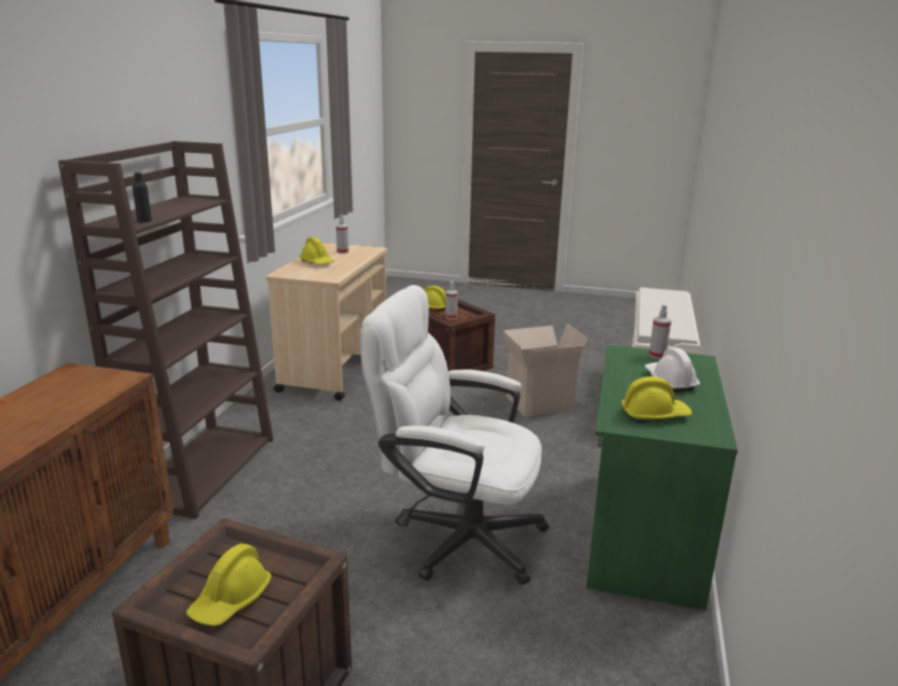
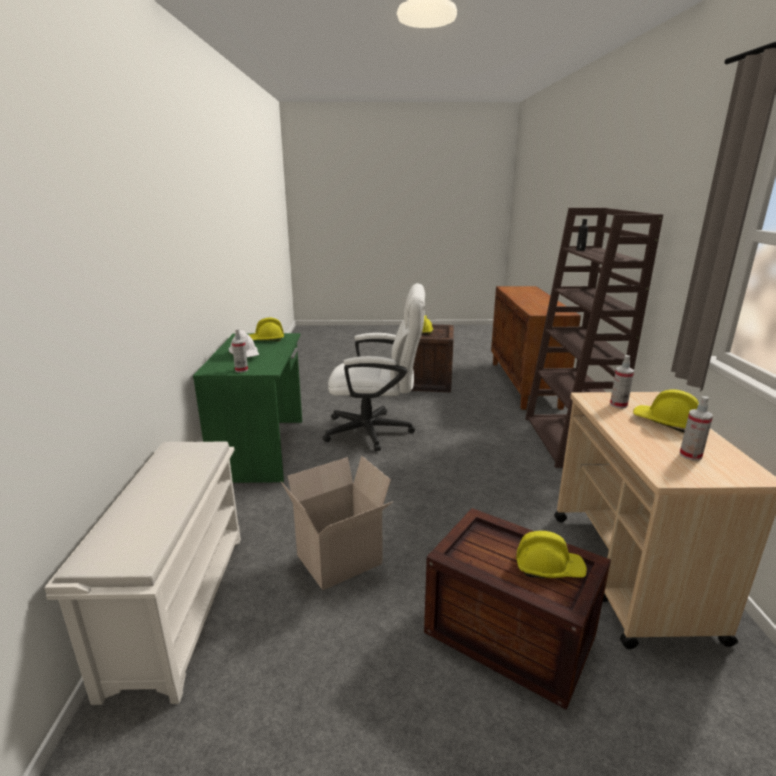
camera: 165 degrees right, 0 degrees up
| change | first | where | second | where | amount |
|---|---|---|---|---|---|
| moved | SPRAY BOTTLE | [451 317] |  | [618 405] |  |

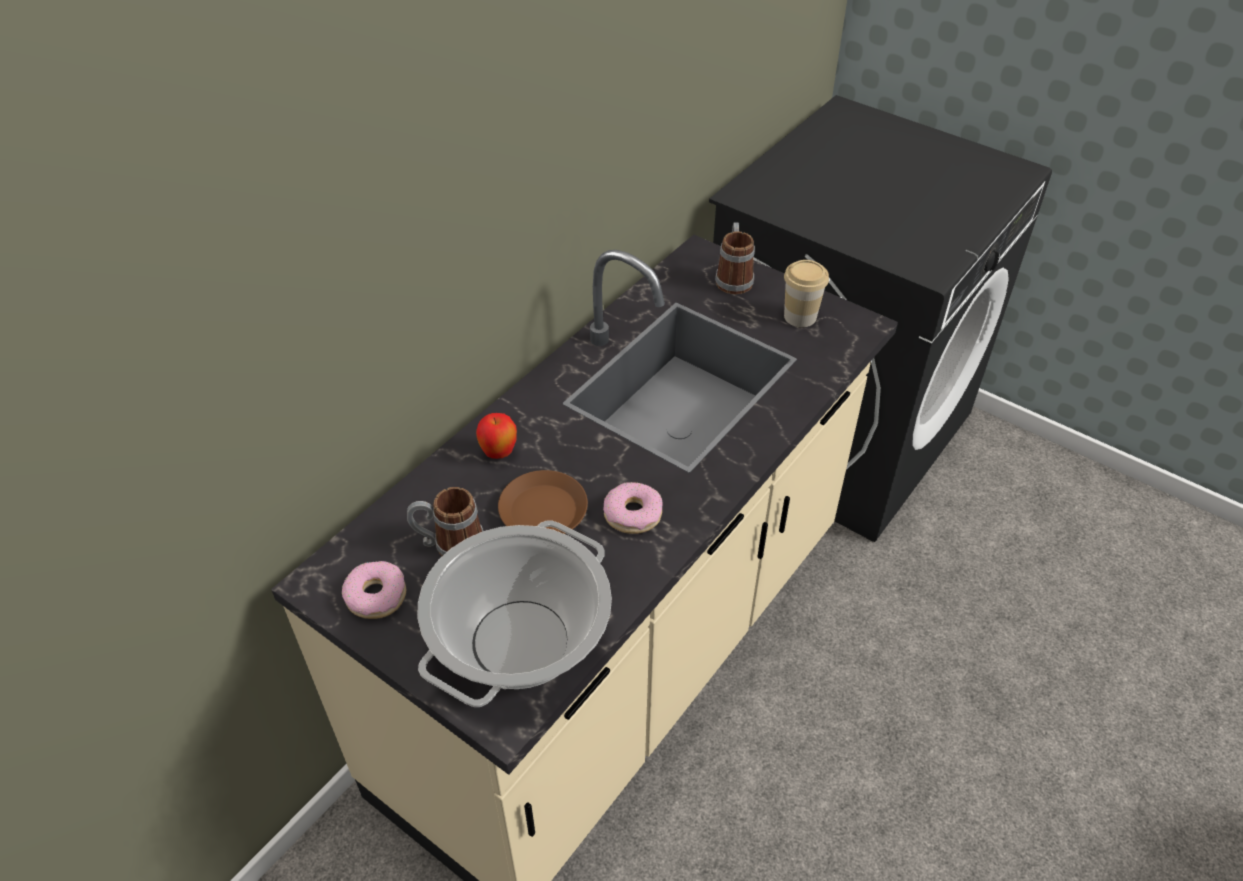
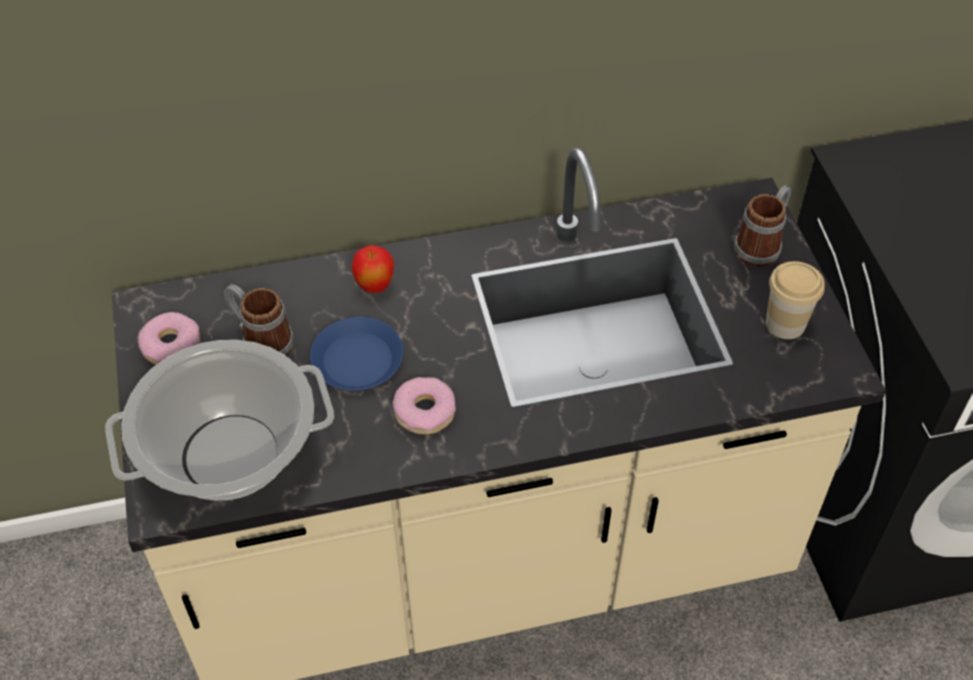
camera: 40 degrees right, 5 degrees up
| change | first | where | second | where | amount |
|---|---|---|---|---|---|
| recoloured | BROWN PLATE | [543 510] | BLUE PLATE | [358 360] |  |

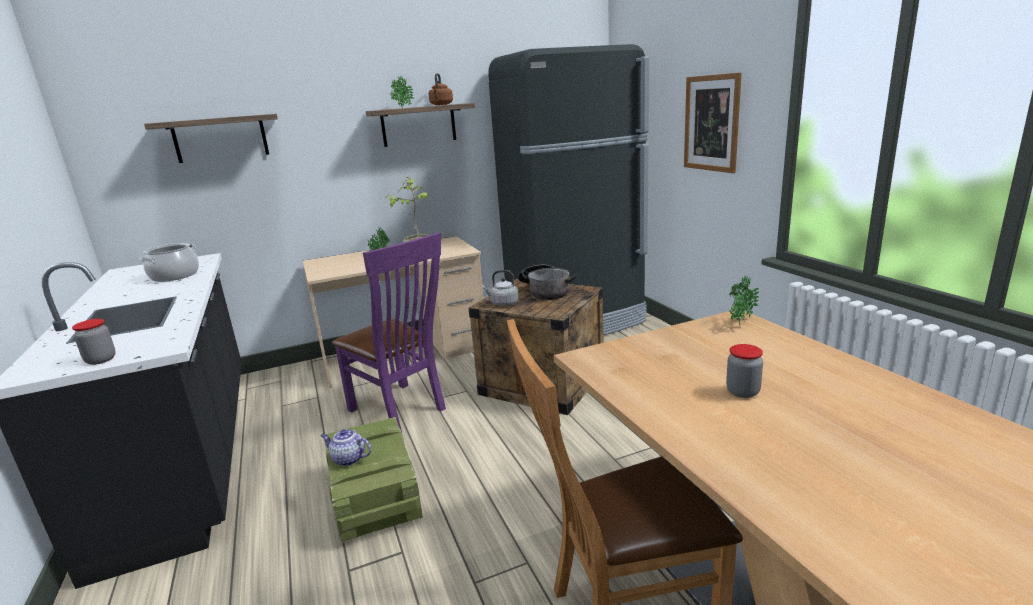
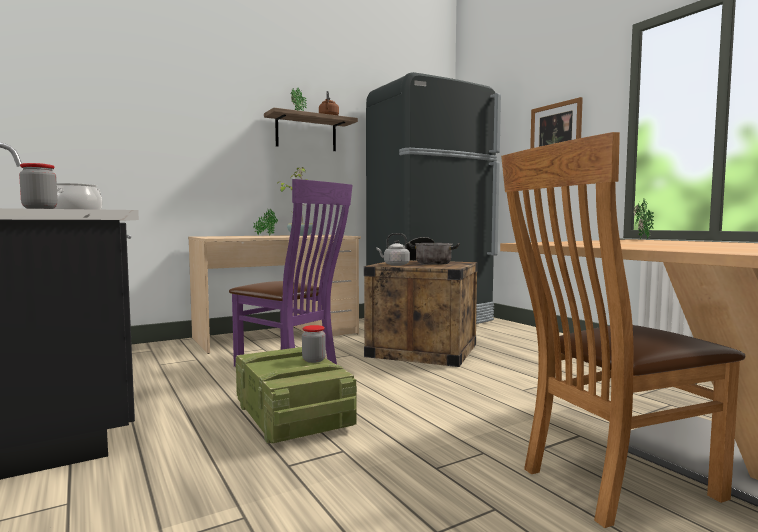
camera: 10 degrees left, 15 degrees down
| change | first | where | second | where | amount |
|---|---|---|---|---|---|
| moved | JAR | [742 392] |  | [314 360] |  |
| removed | SHELF | [220 138] |  |  |  |
| removed | TEAPOT | [348 459] |  |  |  |

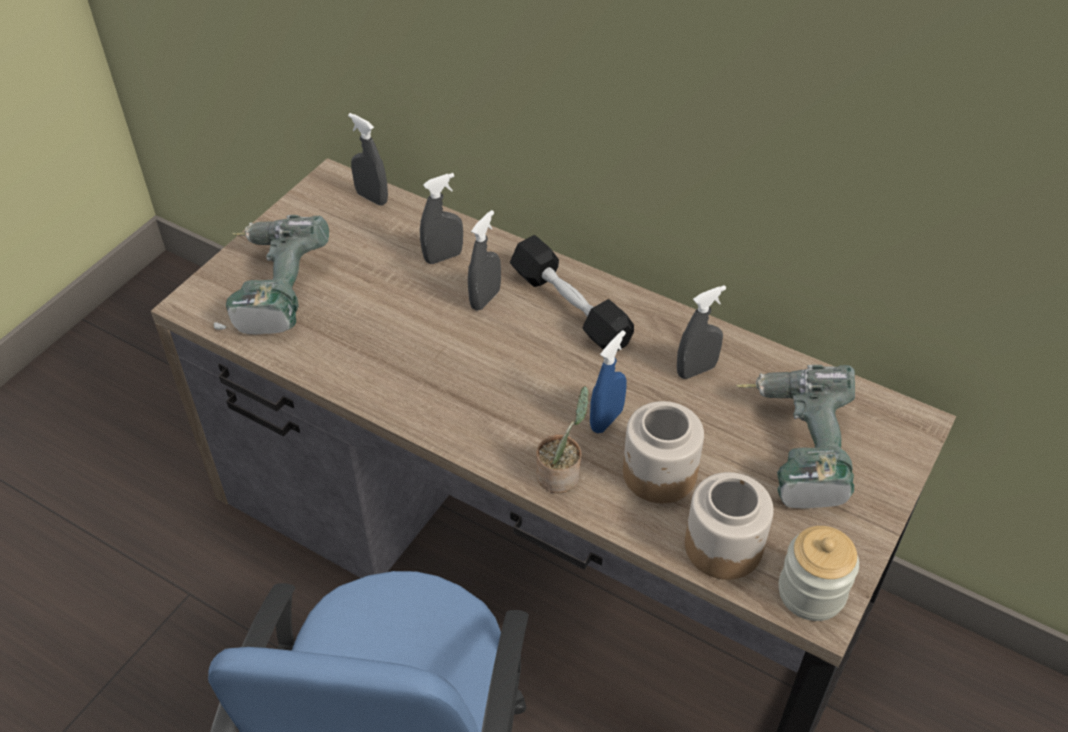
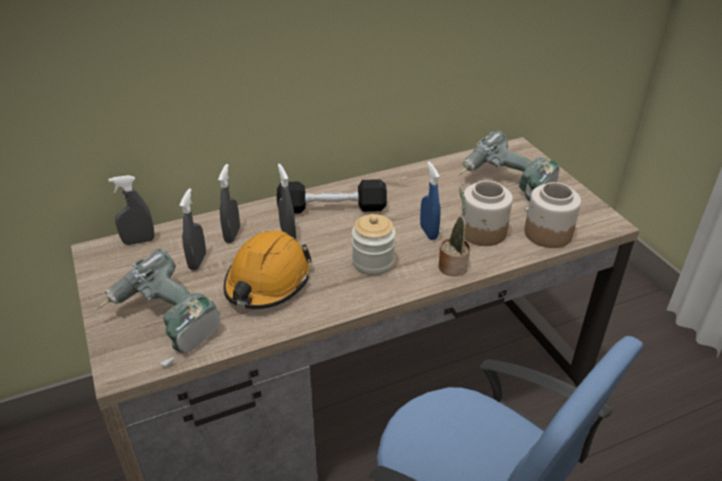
camera: 55 degrees left, 10 degrees down
| change | first | where | second | where | amount |
|---|---|---|---|---|---|
| moved | GREY SPRAY BOTTLE | [696 370] |  | [197 262] |  |
| added |  |  | ORANGE HARD HAT | [267 282] |  |
| moved | JAR | [811 592] |  | [373 262] |  |

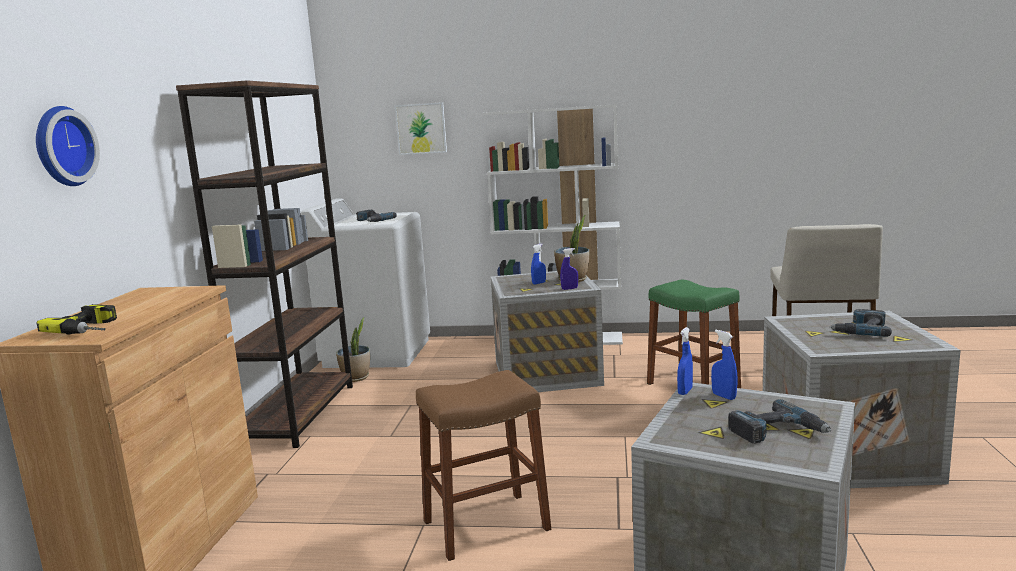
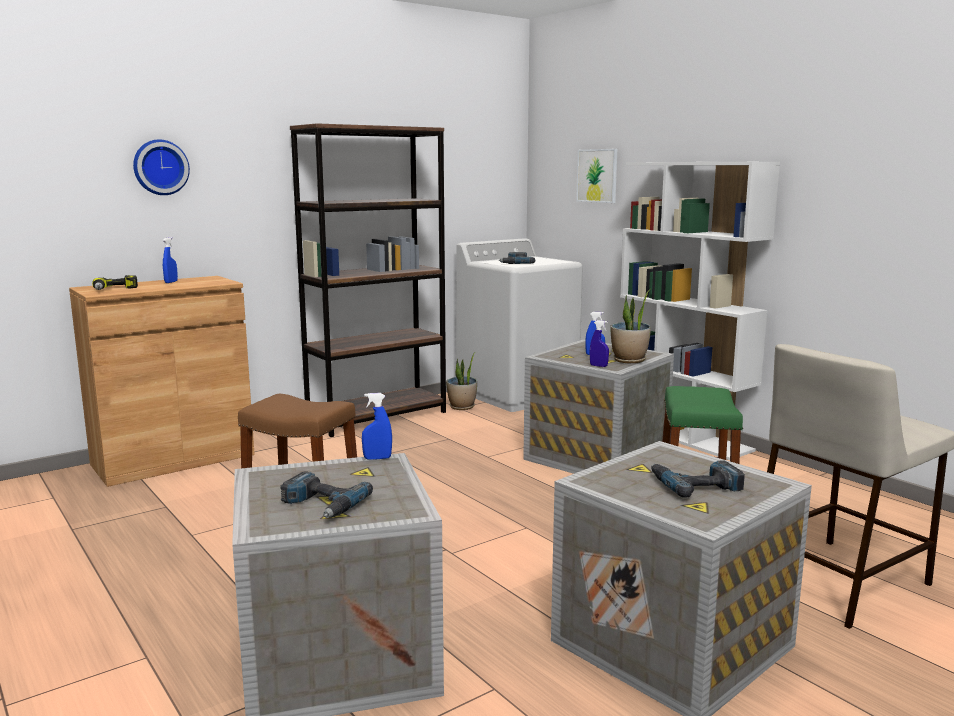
camera: 45 degrees right, 0 degrees up
| change | first | where | second | where | amount |
|---|---|---|---|---|---|
| moved | BLUE SPRAY BOTTLE | [723 396] |  | [171 282] |  |

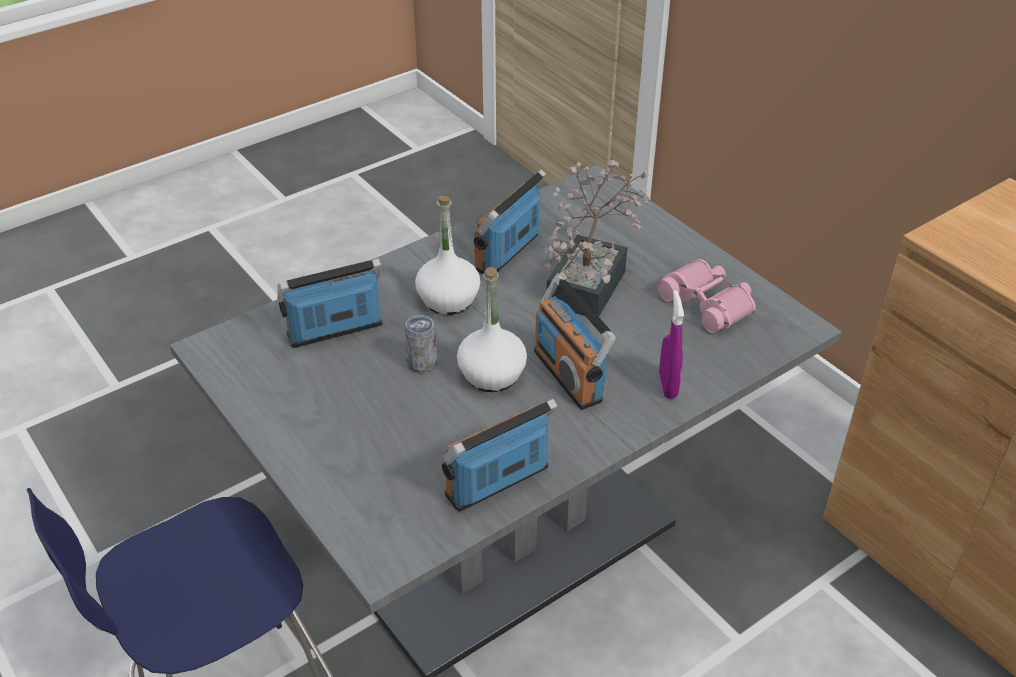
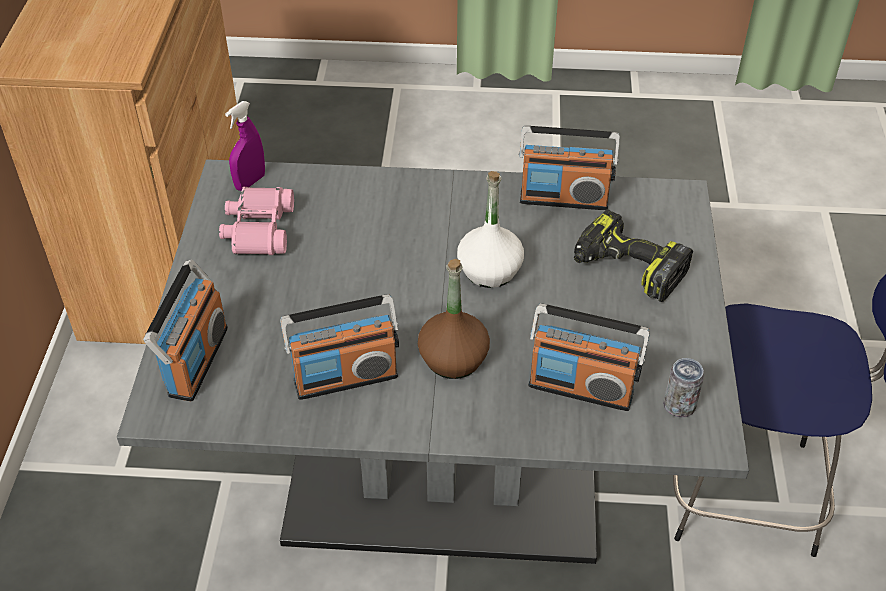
camera: 140 degrees left, 5 degrees up
| change | first | where | second | where | amount |
|---|---|---|---|---|---|
| moved | RADIO | [569 375] |  | [197 361] |  |
| moved | PURPLE SPRAY BOTTLE | [668 385] |  | [250 182] |  |
| recoloured | WHITE BOTTLE | [448 300] | BROWN BOTTLE | [453 359] |  |
| added |  |  | POWER DRILL | [626 268] |  |
| moved | CAN | [422 363] |  | [679 405] |  |
| removed | POTTED PLANT | [591 281] |  |  |  |

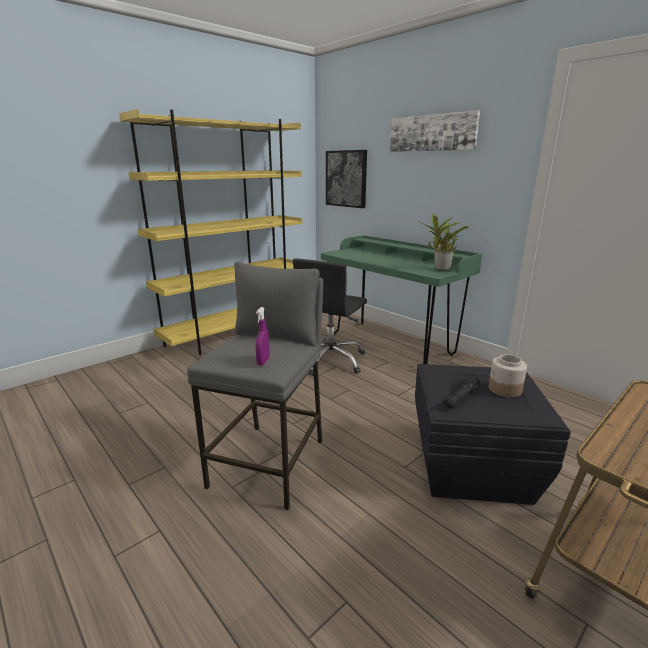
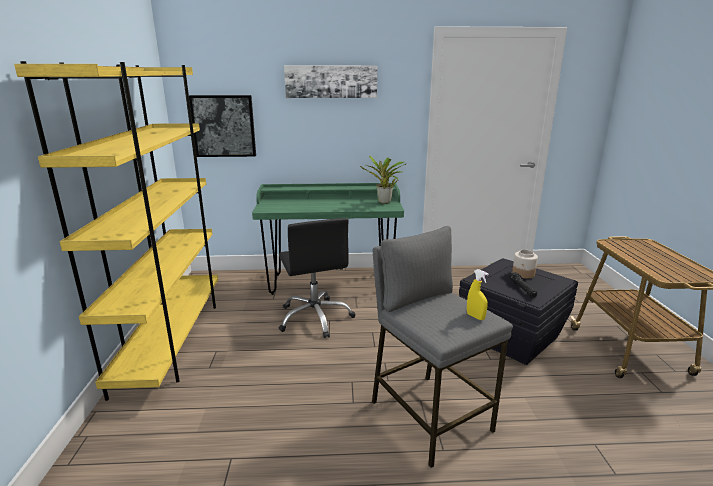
camera: 50 degrees left, 0 degrees up
| change | first | where | second | where | amount |
|---|---|---|---|---|---|
| recoloured | PURPLE SPRAY BOTTLE | [263 362] | YELLOW SPRAY BOTTLE | [475 317] |  |

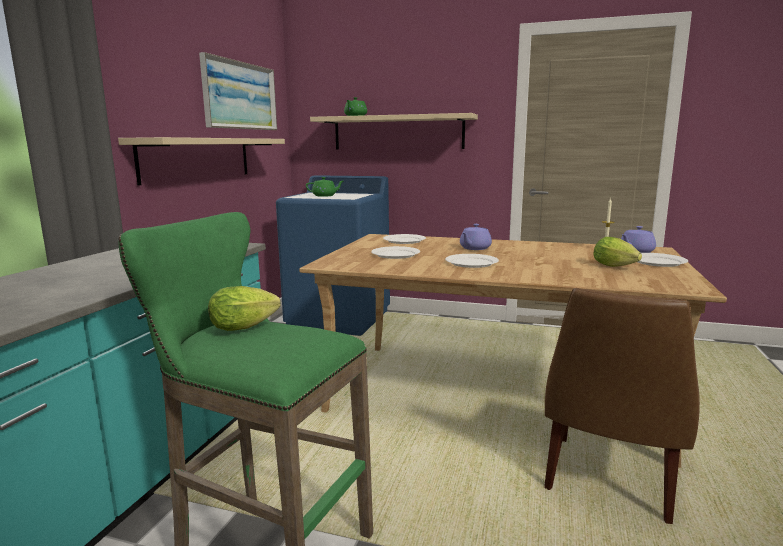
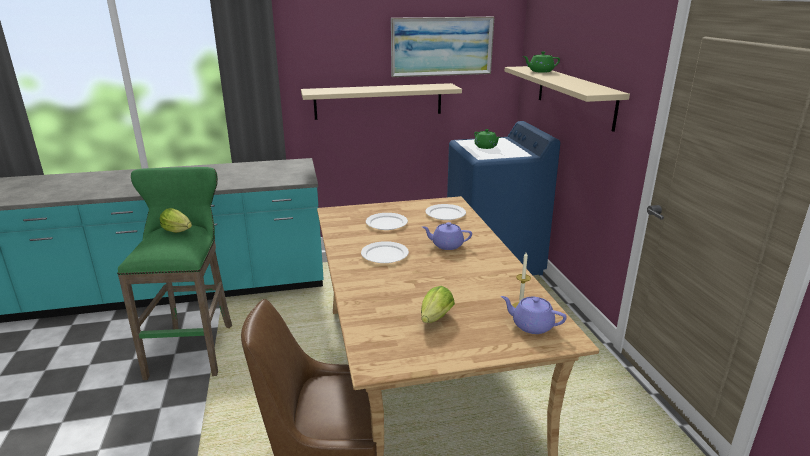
camera: 60 degrees right, 10 degrees up
| change | first | where | second | where | amount |
|---|---|---|---|---|---|
| removed | WHITE PLATE | [657 262] |  |  |  |

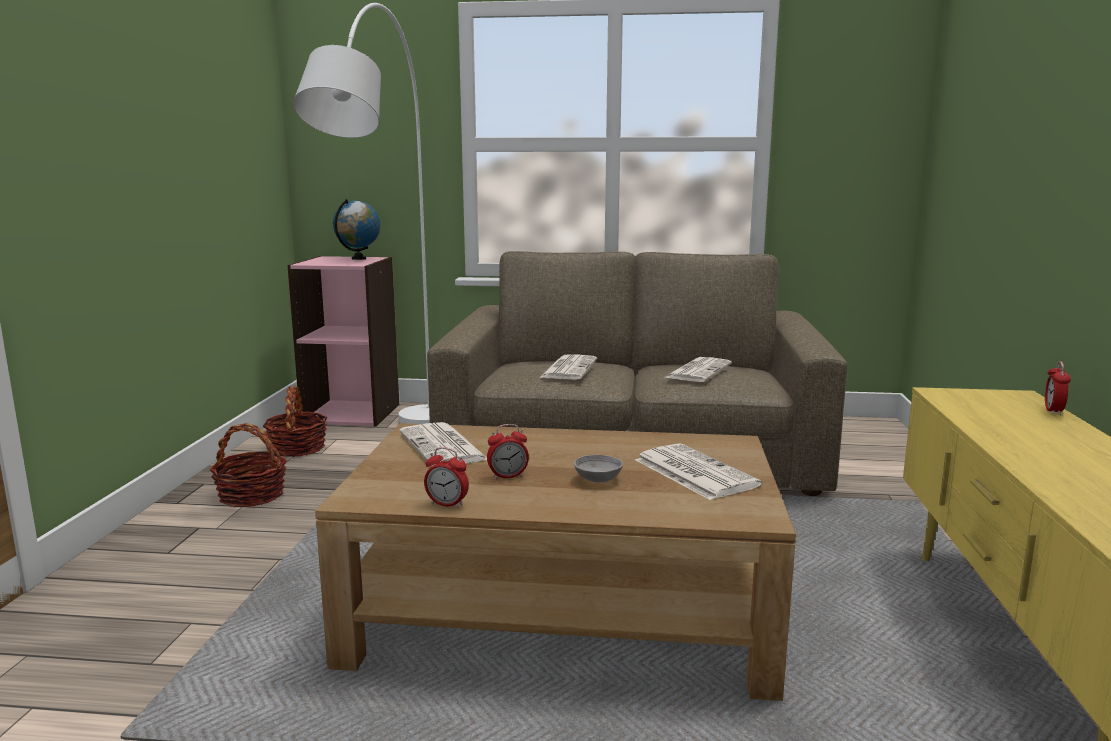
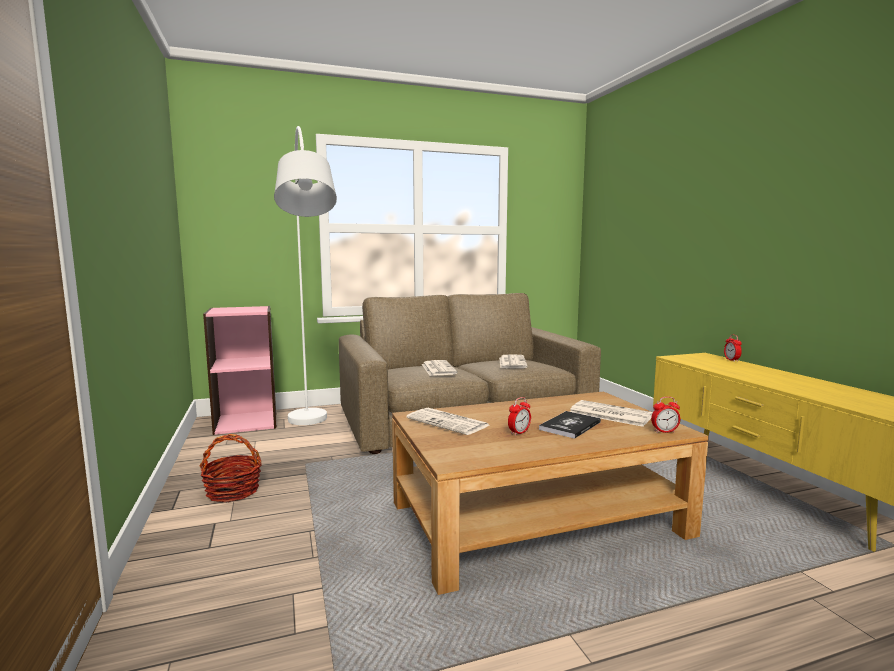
camera: 25 degrees left, 5 degrees down
| change | first | where | second | where | amount |
|---|---|---|---|---|---|
| replaced | GREY BOWL | [598 479] | BOOK | [570 426] |  |
| moved | ALARM CLOCK | [447 504] |  | [664 431] |  |
| removed | BASKET | [297 448] |  |  |  |
| removed | GLOBE | [358 258] |  |  |  |

